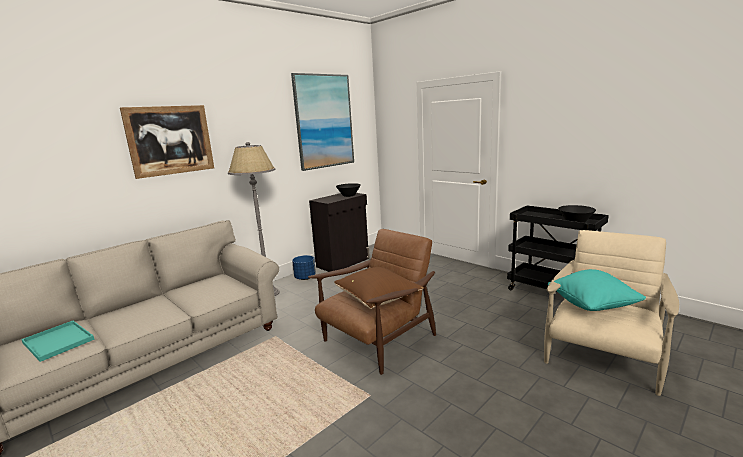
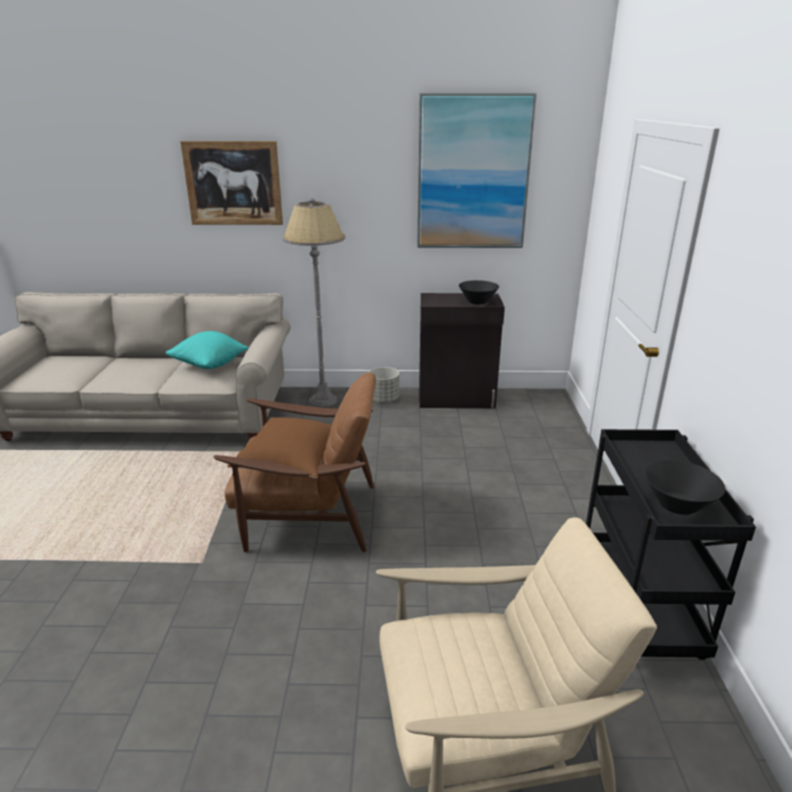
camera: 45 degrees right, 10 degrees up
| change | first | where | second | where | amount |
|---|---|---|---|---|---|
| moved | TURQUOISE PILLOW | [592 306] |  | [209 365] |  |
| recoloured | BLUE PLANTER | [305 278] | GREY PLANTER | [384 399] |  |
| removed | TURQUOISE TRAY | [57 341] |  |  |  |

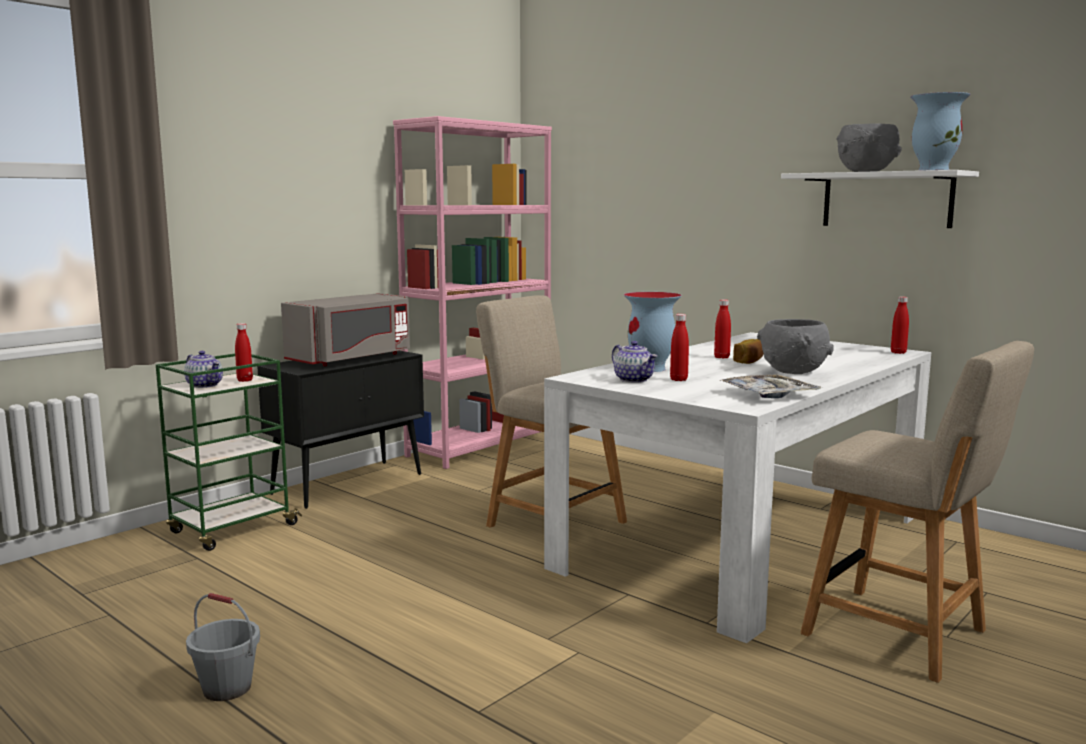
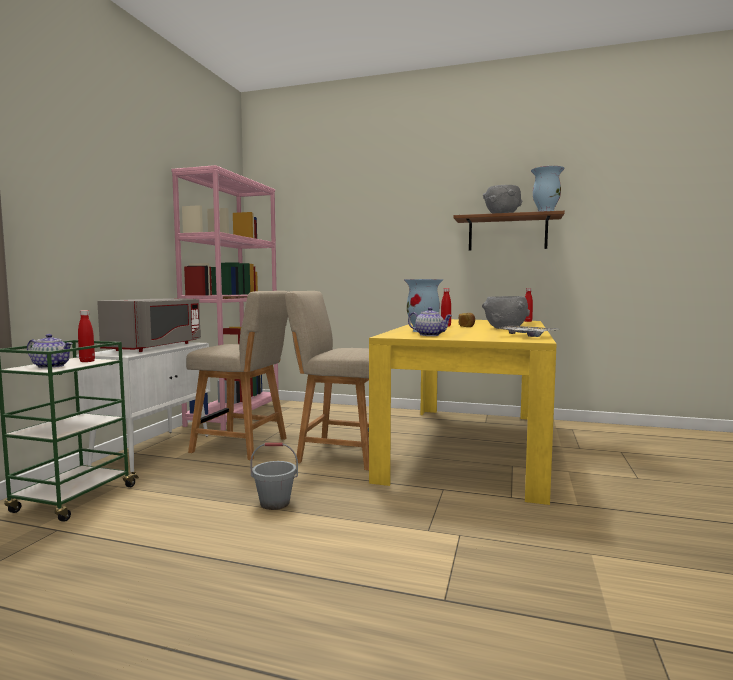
camera: 25 degrees left, 5 degrees down
| change | first | where | second | where | amount |
|---|---|---|---|---|---|
| recoloured | BLACK CABINET | [349 483] | WHITE CABINET | [154 450] |  |
| moved | BEIGE CHAIR | [903 635] |  | [244 445] |  |
| moved | GREY BUCKET | [226 688] |  | [274 503] |  |
| recoloured | WHITE DINING TABLE | [745 540] | YELLOW DINING TABLE | [469 445] |  |
| recoloured | WHITE SHELF | [886 200] | BROWN SHELF | [507 234] |  |
| removed | RED BOTTLE | [678 380] |  |  |  |

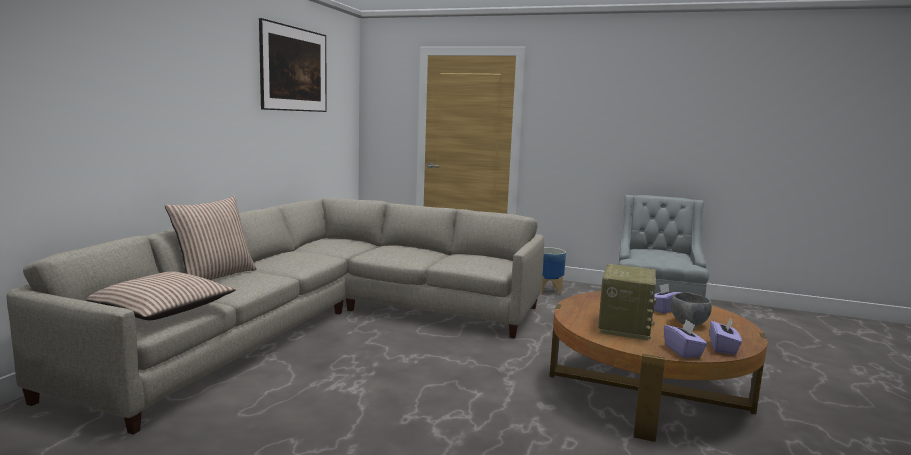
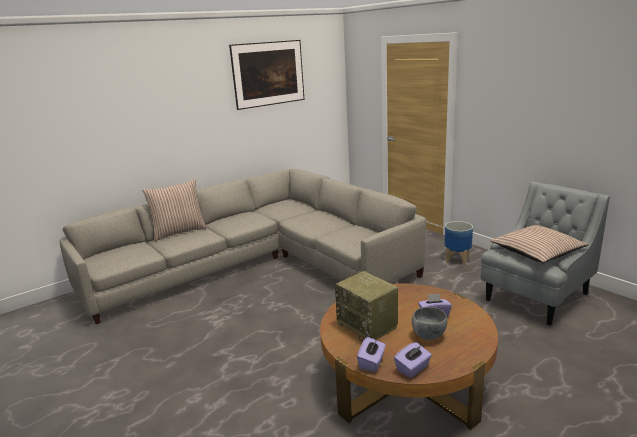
camera: 35 degrees right, 10 degrees up
| change | first | where | second | where | amount |
|---|---|---|---|---|---|
| turned | RADIO | [624 326] |  | [368 325] | 90 degrees clockwise |
| moved | PILLOW | [162 309] |  | [537 252] |  |

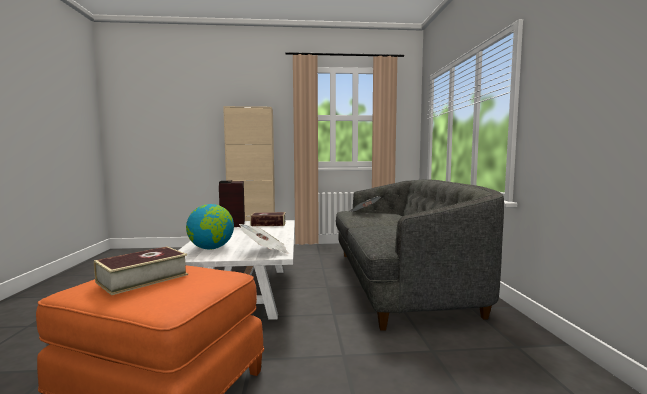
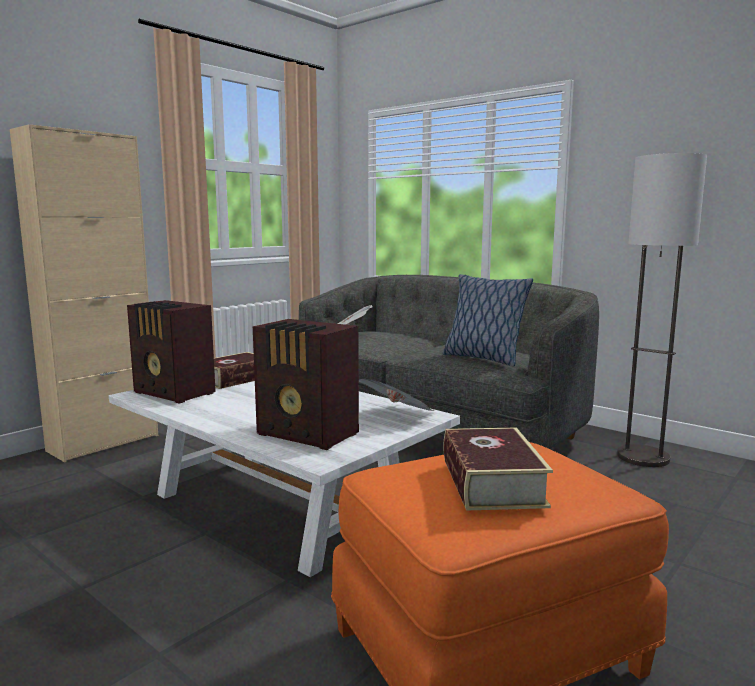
camera: 45 degrees left, 5 degrees up
| change | first | where | second | where | amount |
|---|---|---|---|---|---|
| replaced | GLOBE | [211 248] | RADIO | [308 435] |  |
| added |  |  | PILLOW | [483 358] |  |
| added |  |  | FLOOR LAMP | [643 457] |  |

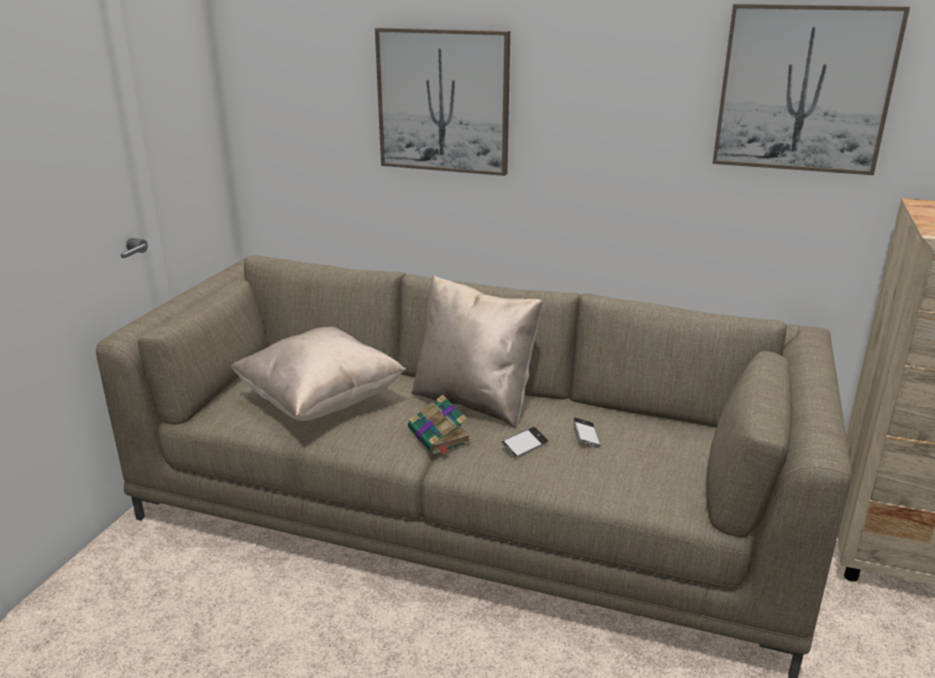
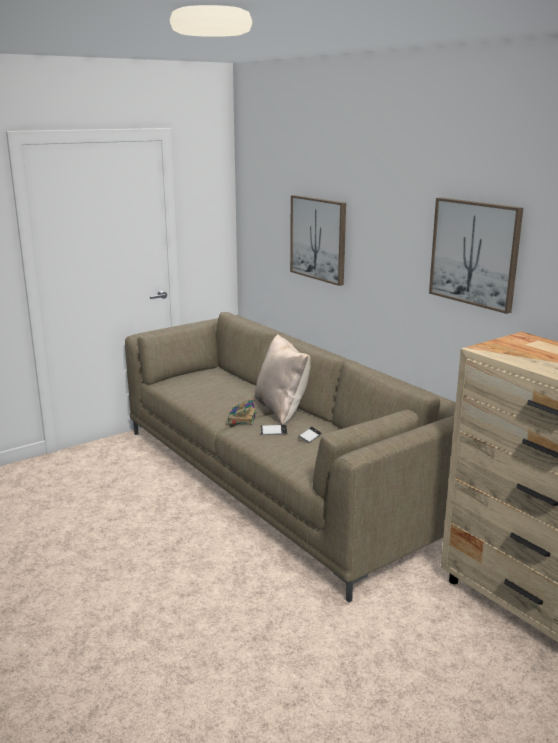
camera: 35 degrees right, 5 degrees down
| change | first | where | second | where | amount |
|---|---|---|---|---|---|
| removed | BEIGE PILLOW | [321 402] |  |  |  |

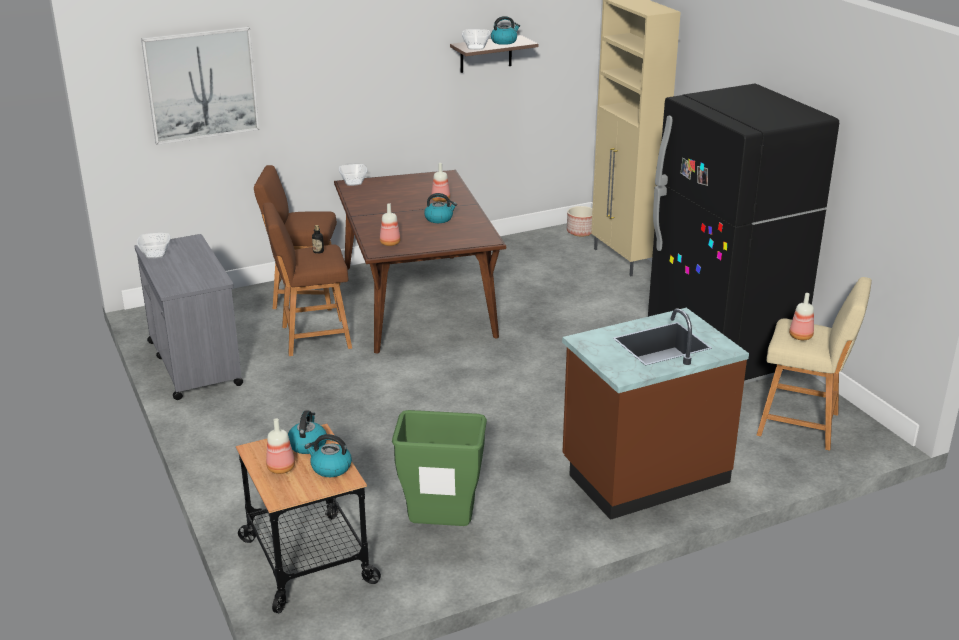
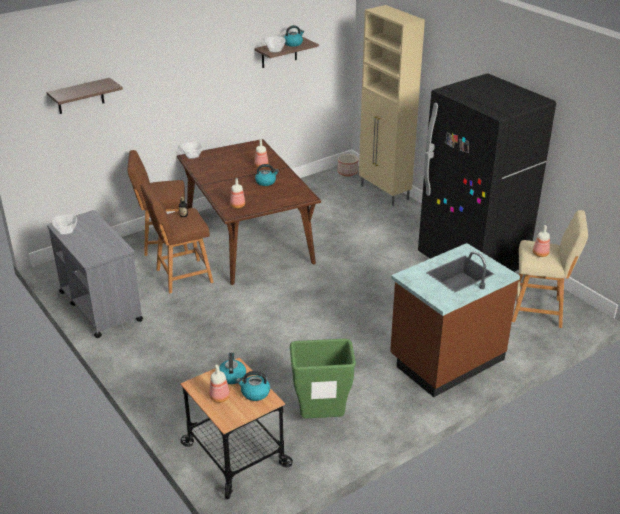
camera: 10 degrees left, 5 degrees up
| change | first | where | second | where | amount |
|---|---|---|---|---|---|
| replaced | PICTURE | [201 85] | SHELF | [80 96] |  |

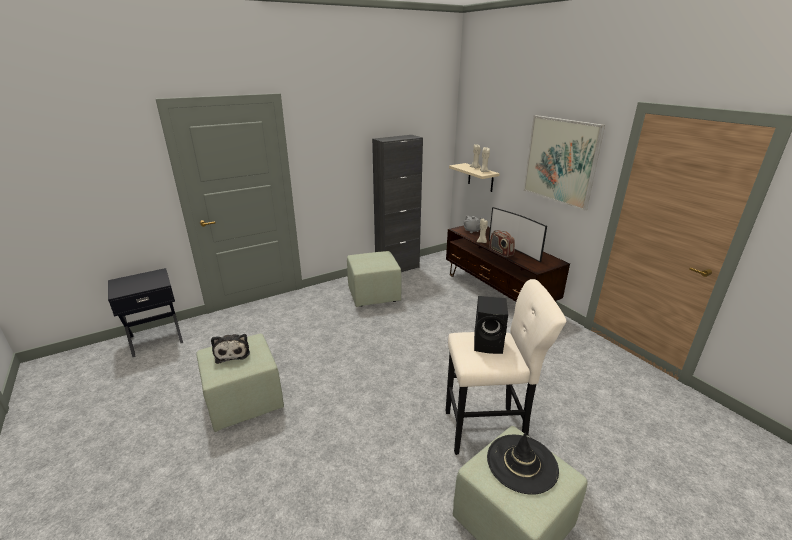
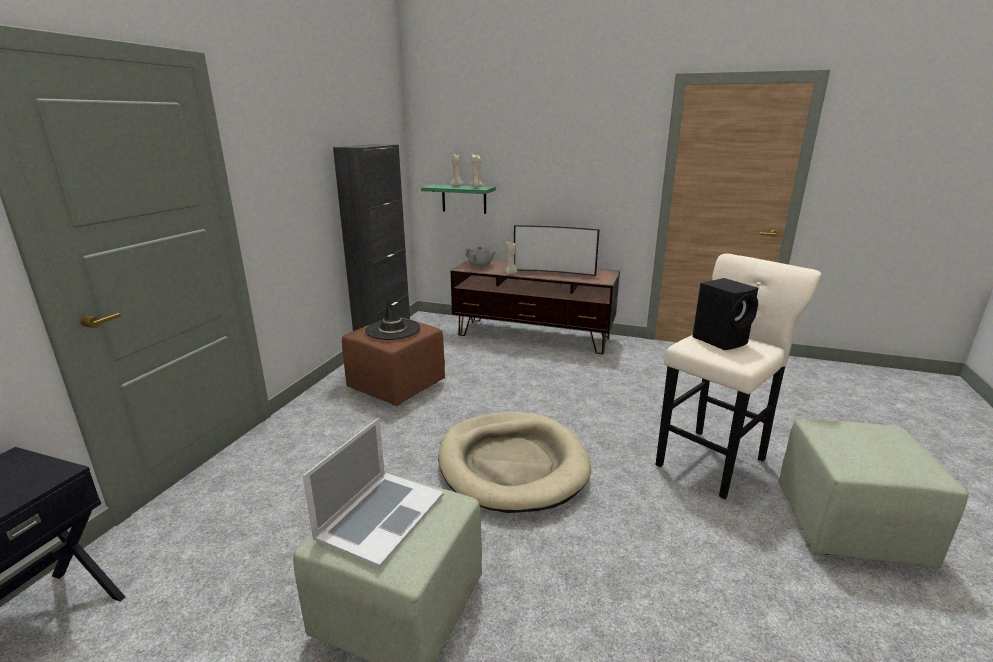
camera: 40 degrees left, 5 degrees down
| change | first | where | second | where | amount |
|---|---|---|---|---|---|
| replaced | PLUSH TOY | [232 352] | LAPTOP | [380 516] |  |
| recoloured | GREEN OTTOMAN | [374 295] | BROWN OTTOMAN | [397 385] |  |
| moved | BLACK HAT | [522 463] |  | [392 330] |  |
| recoloured | BEIGE SHELF | [480 177] | GREEN SHELF | [464 199] |  |
| added |  |  | BEIGE DOG BED | [512 464] |  |
| removed | RADIO | [500 252] |  |  |  |
| removed | PICTURE | [560 161] |  |  |  |

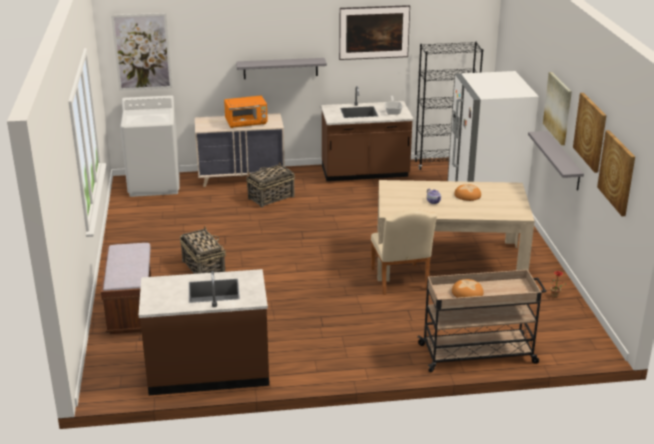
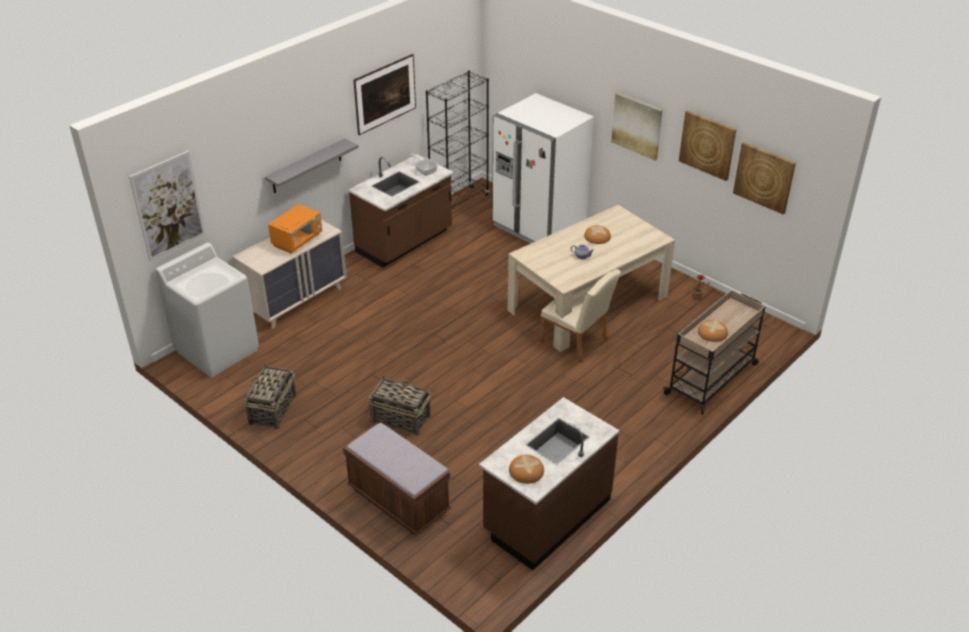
camera: 40 degrees left, 10 degrees up
| change | first | where | second | where | amount |
|---|---|---|---|---|---|
| moved | BASKET | [270 197] |  | [272 410] |  |
| added |  |  | BREAD | [526 471] |  |
| removed | GREY SHELF | [563 161] |  |  |  |

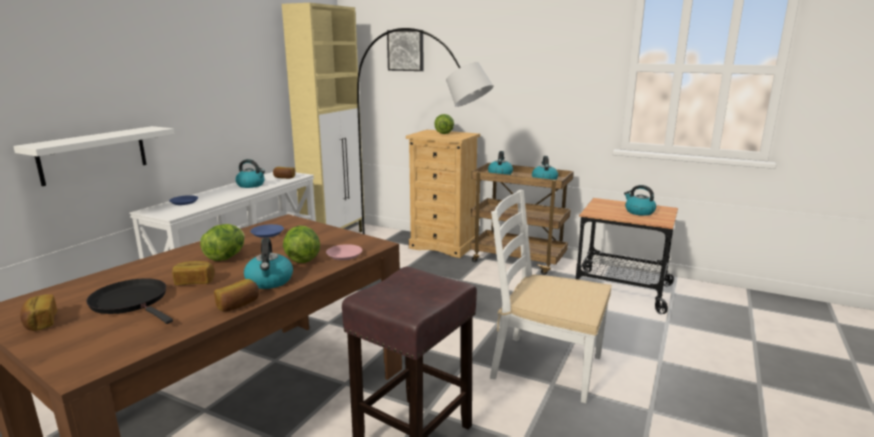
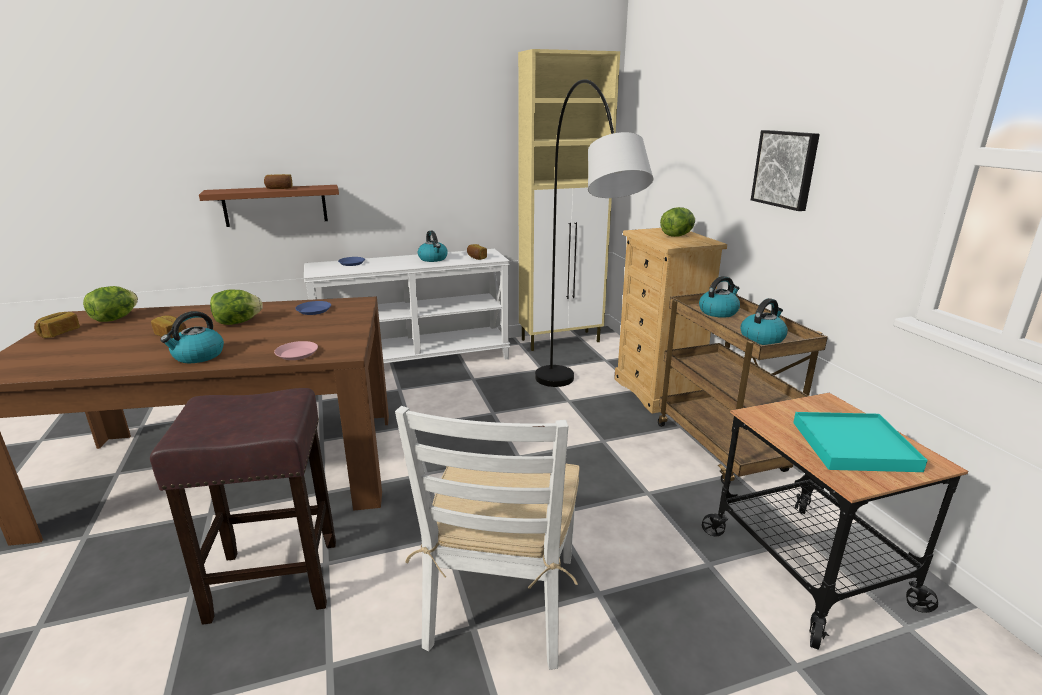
camera: 45 degrees right, 5 degrees up
| change | first | where | second | where | amount |
|---|---|---|---|---|---|
| moved | LETTUCE | [302 259] |  | [115 319] |  |
| recoloured | WHITE SHELF | [94 154] | BROWN SHELF | [275 205] |  |
| moved | BREAD | [238 305] |  | [279 188] |  |
| turned | WHITE CHAIR | [545 367] |  | [503 602] | 150 degrees counterclockwise |
| moved | PICTURE | [406 50] |  | [786 169] |  |
| replaced | KETTLE | [639 212] | TURQUOISE TRAY | [853 446] |  |
| removed | BLACK FRYING PAN | [132 302] |  |  |  |

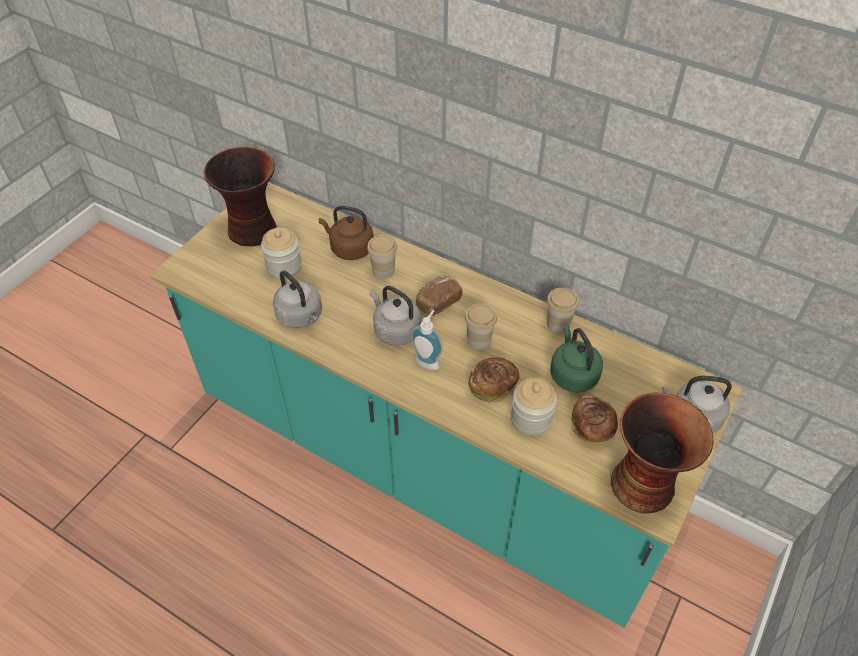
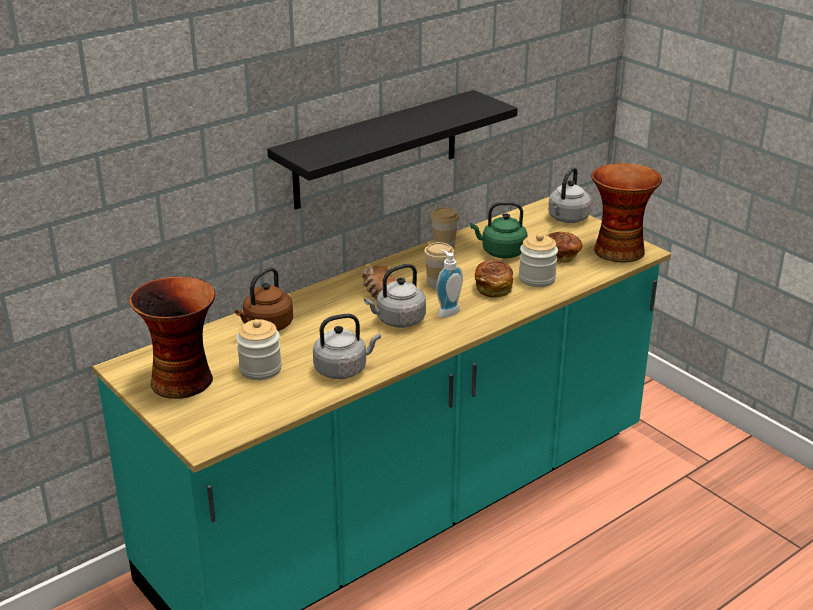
camera: 70 degrees left, 20 degrees down
| change | first | where | second | where | amount |
|---|---|---|---|---|---|
| added |  |  | BLACK SHELF | [376 150] |  |
| removed | CUP | [383 271] |  |  |  |

